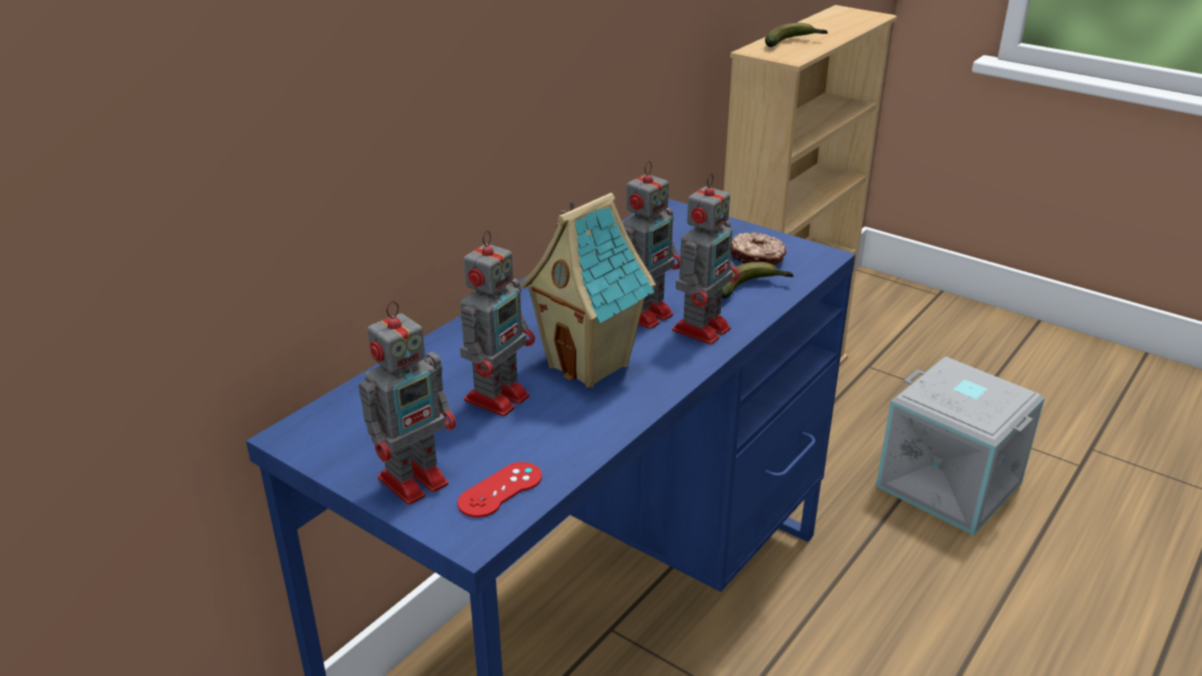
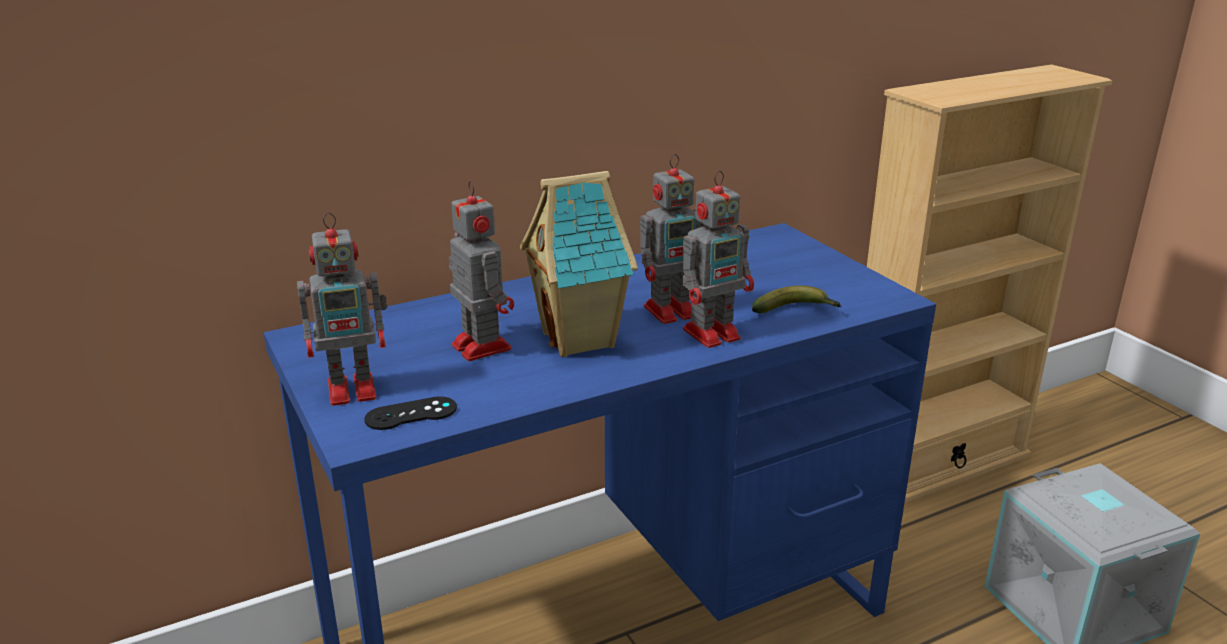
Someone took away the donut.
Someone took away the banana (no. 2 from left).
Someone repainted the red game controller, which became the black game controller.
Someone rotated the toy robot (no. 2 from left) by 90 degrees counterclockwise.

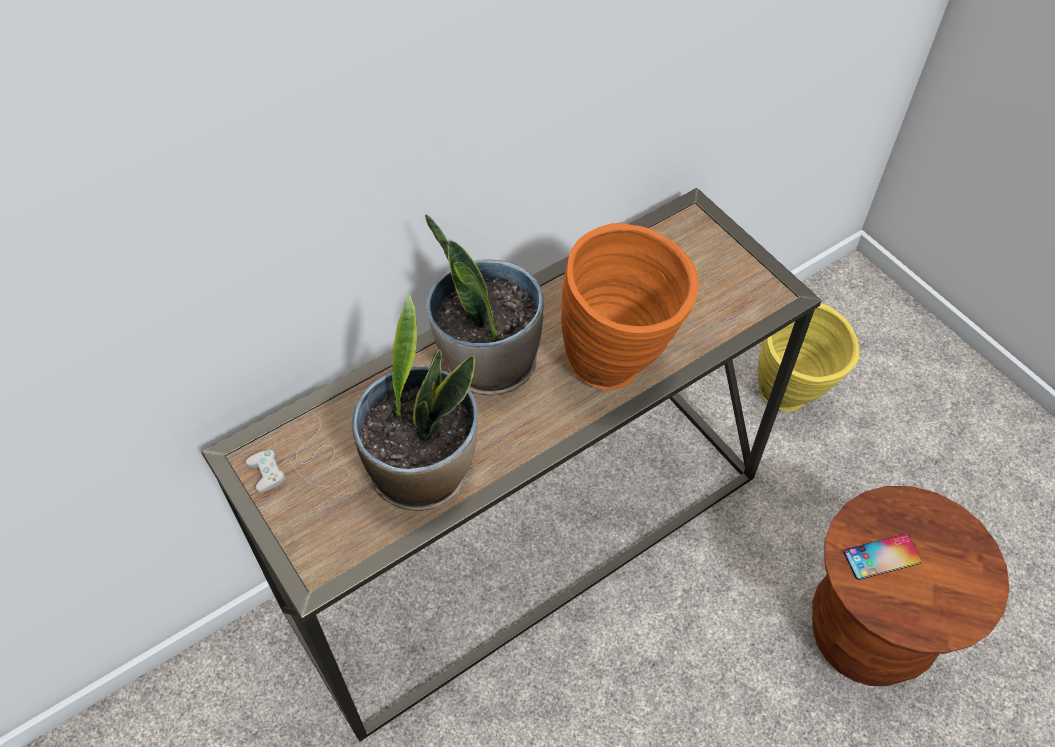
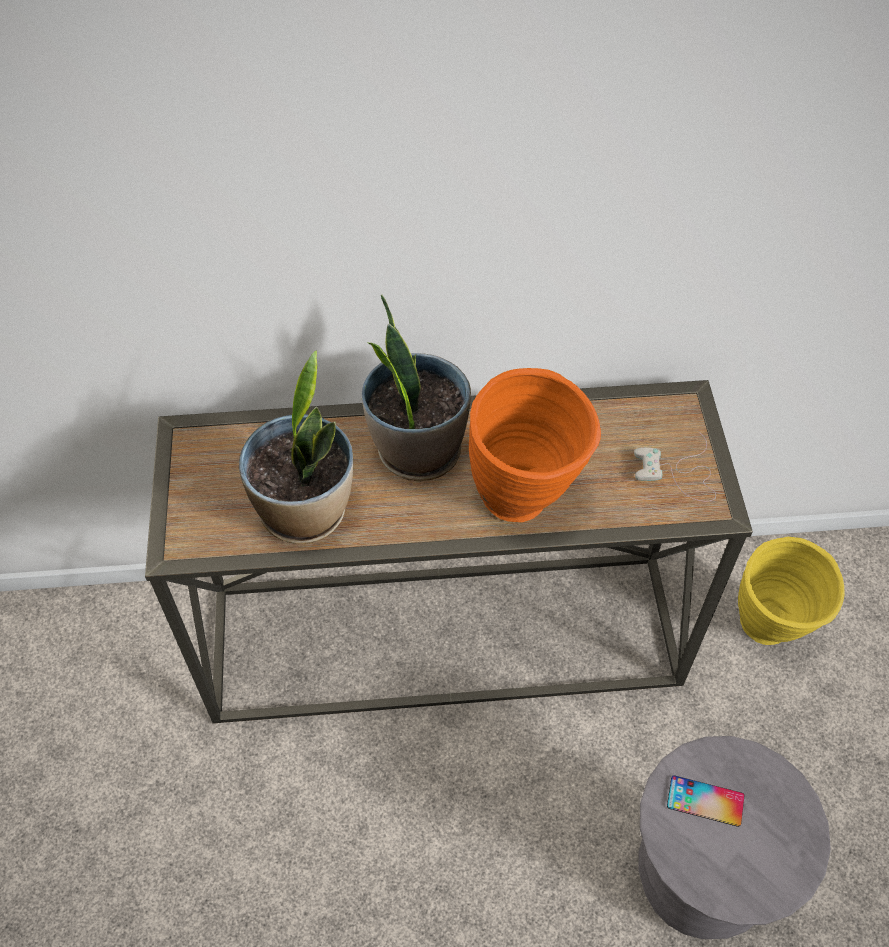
Someone carried the white game controller.
Someone repainted the brown stool, which became the grey stool.

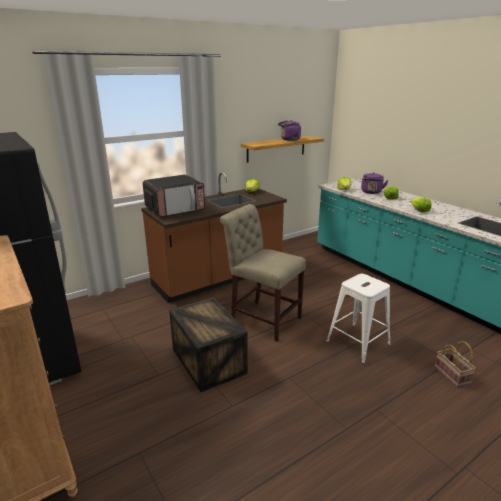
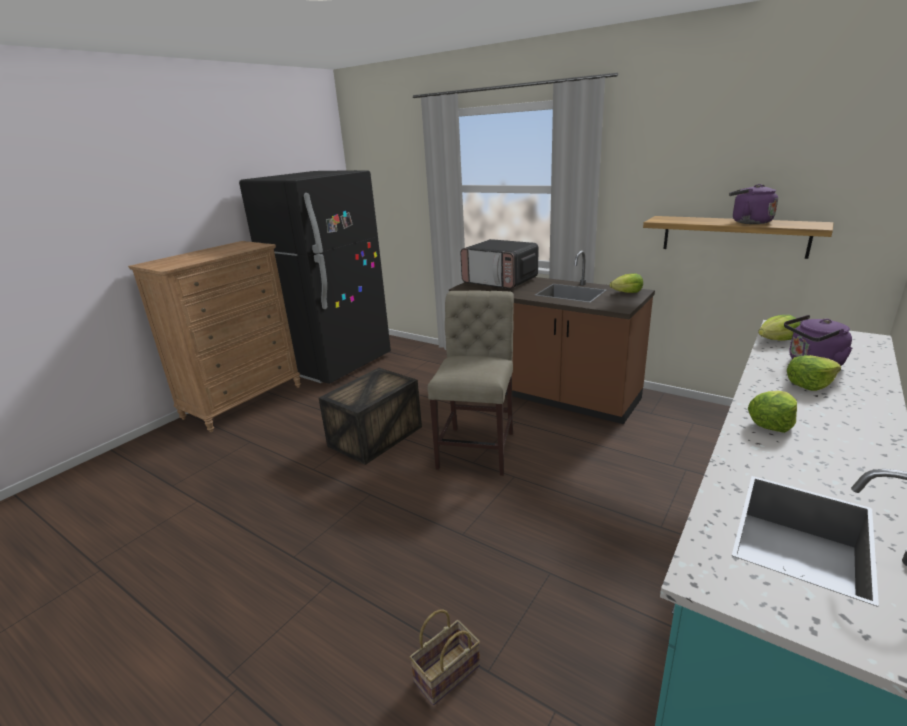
Someone took away the white stool.

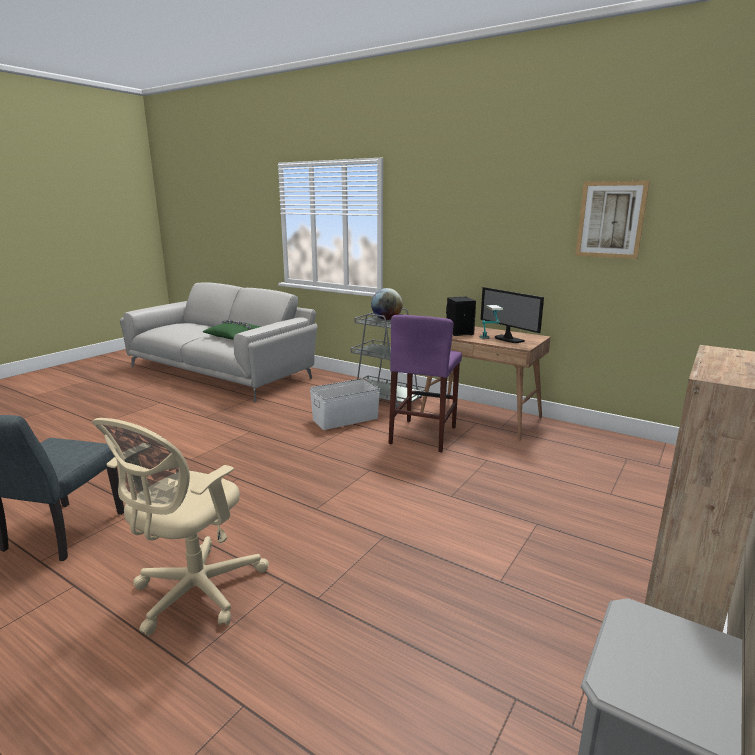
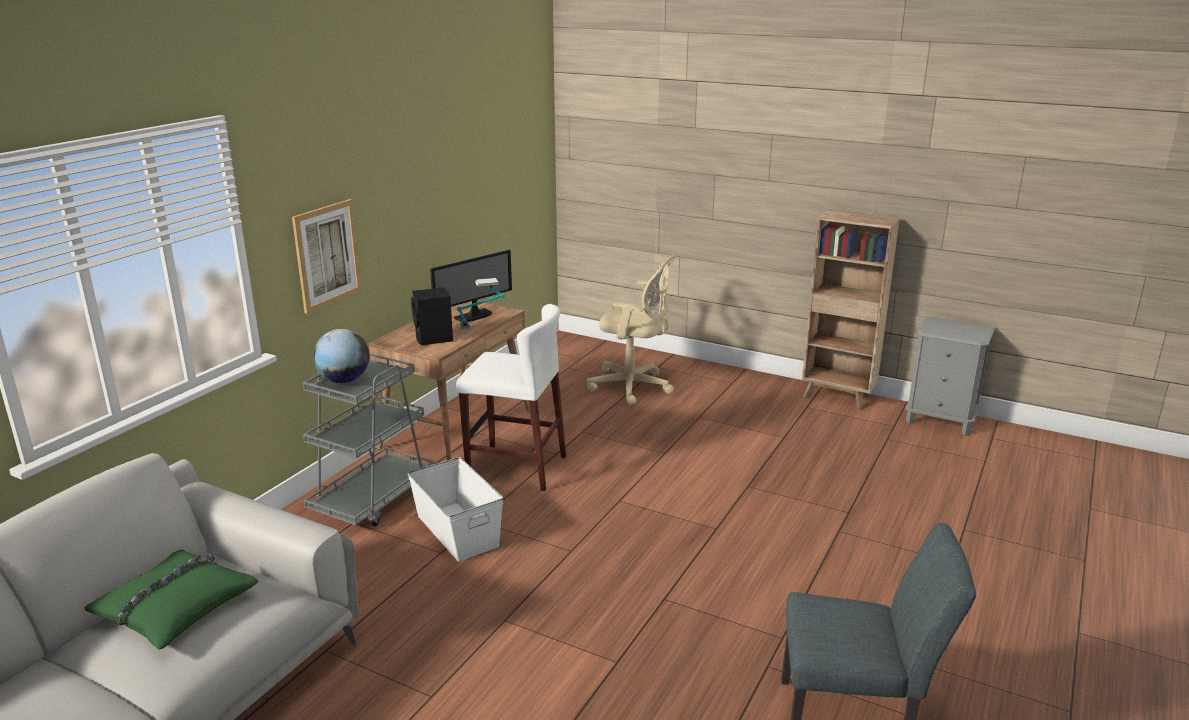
Someone carried the beige office chair.
Someone carried the picture.
Someone repainted the purple stool, which became the white stool.

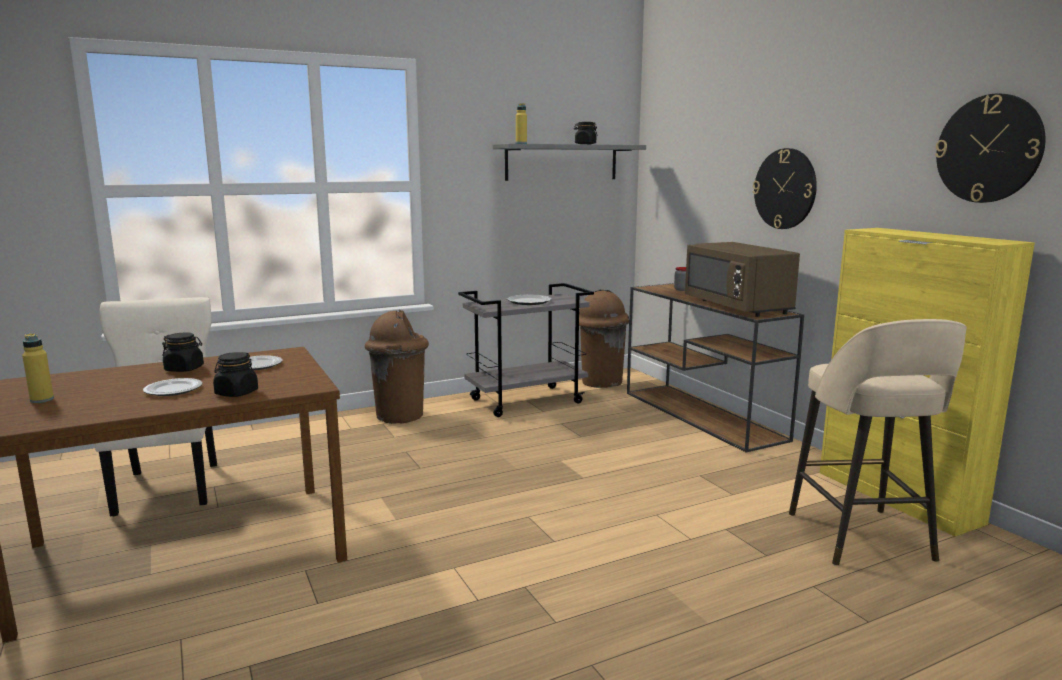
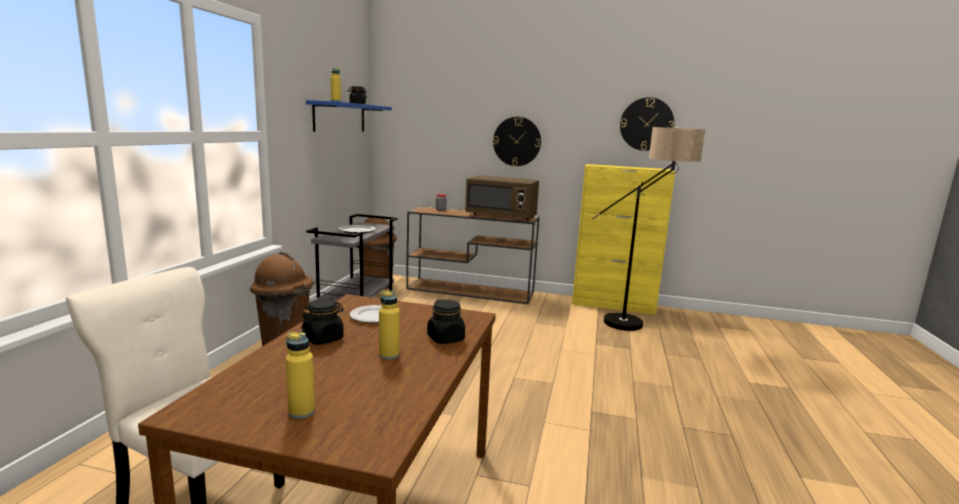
Someone swapped the plate (no. 1 from left) for the yellow bottle (no. 3 from left).
Someone swapped the beige stool for the floor lamp.
Someone repainted the grey shelf, which became the blue shelf.

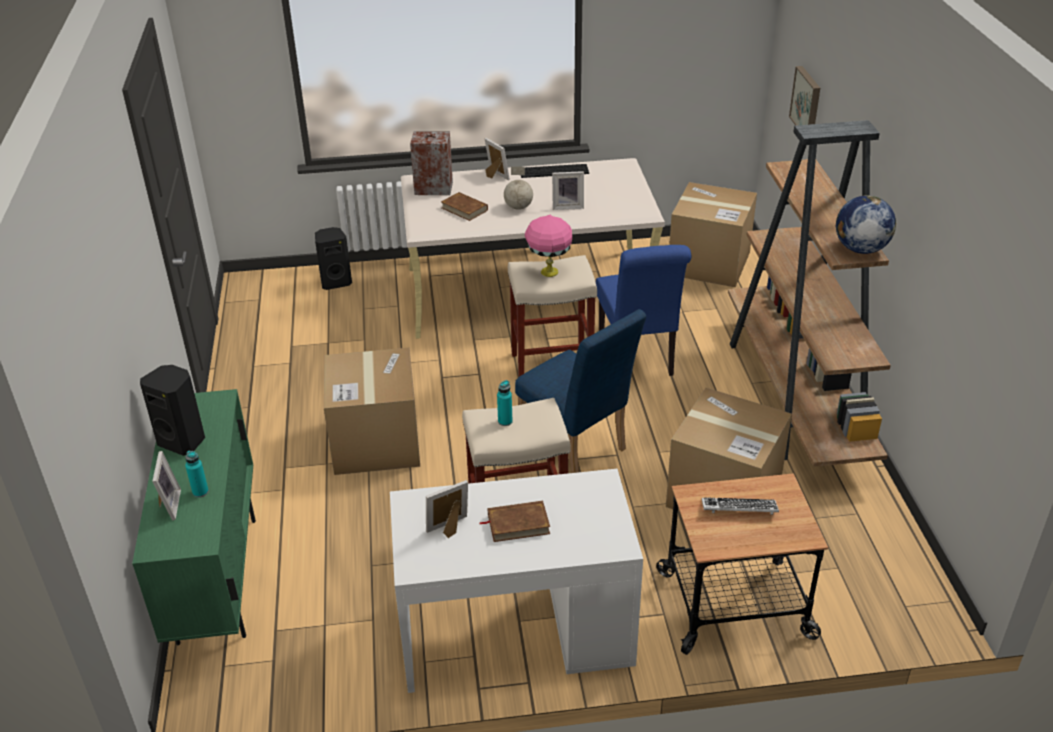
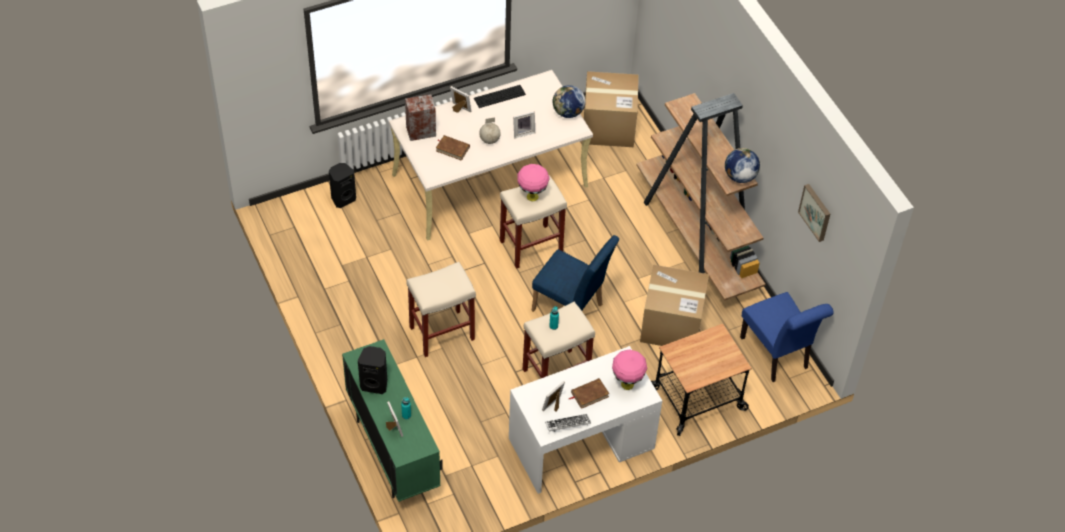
Someone put down the globe (no. 2 from left).
Someone put down the pink table lamp (no. 2 from left).
Someone carried the blue chair (no. 2 from left).
Someone carried the keyboard (no. 2 from left).
Someone carried the picture.
Someone swapped the cardboard box (no. 1 from left) for the beige stool (no. 1 from left).

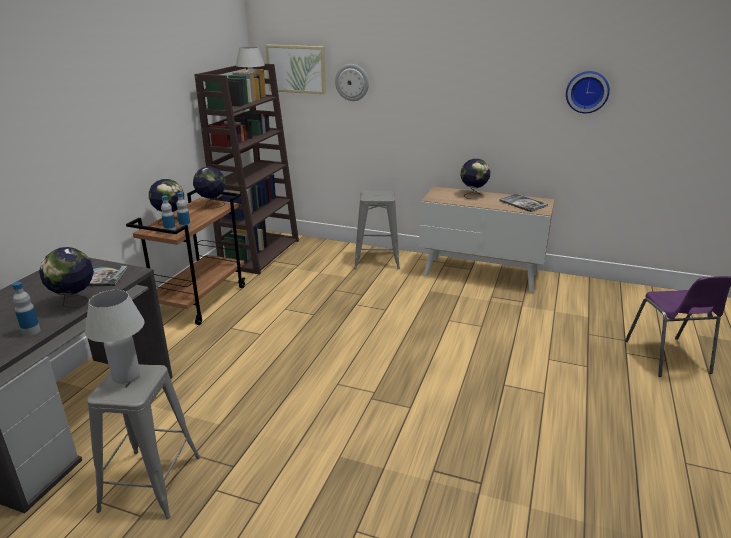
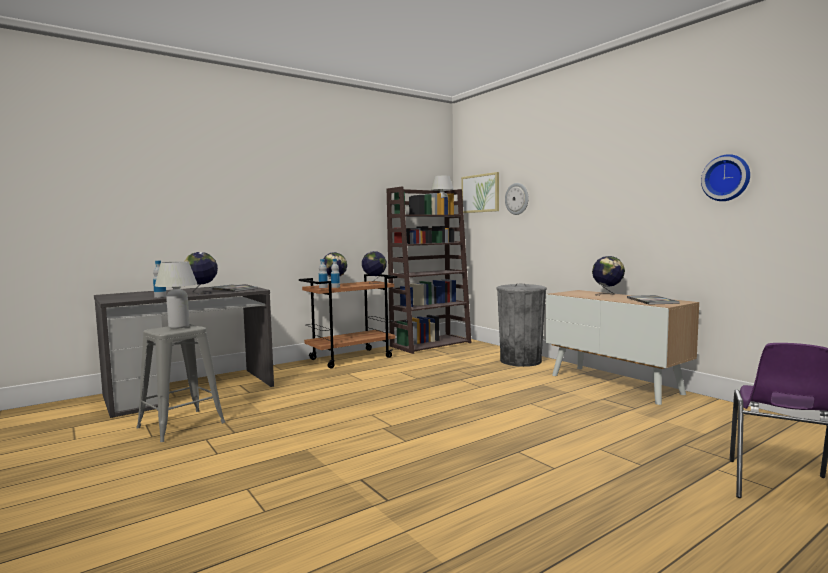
Someone swapped the grey stool (no. 2 from left) for the grey trash can.

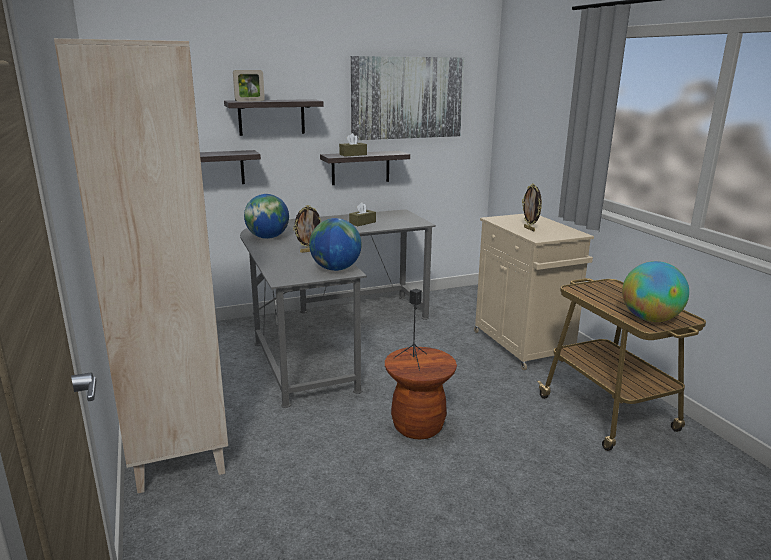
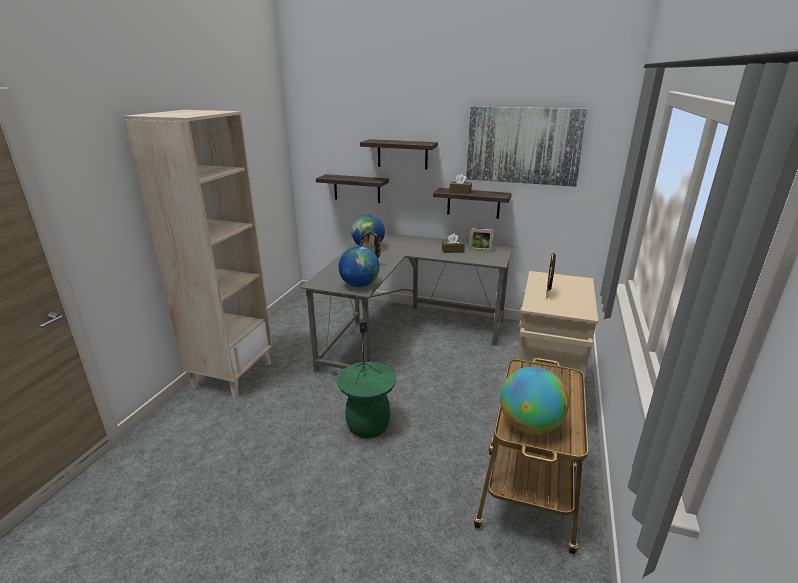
Someone carried the picture frame (no. 1 from left in the first image).
Someone repainted the brown stool, which became the green stool.

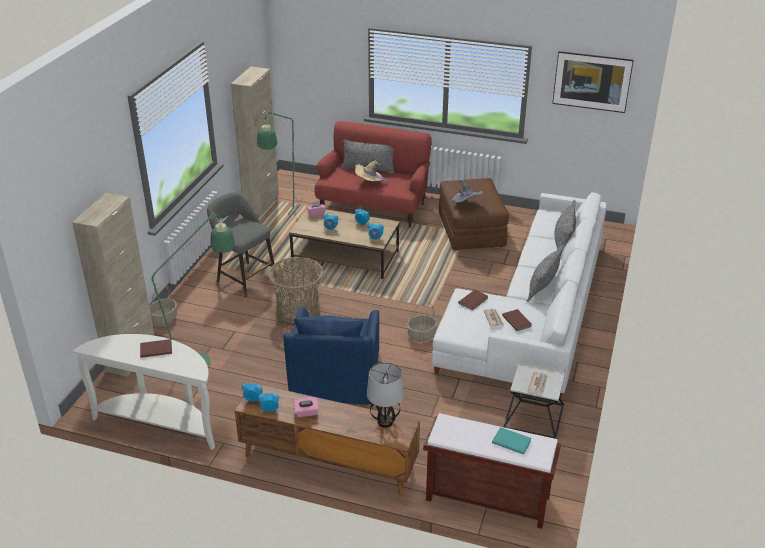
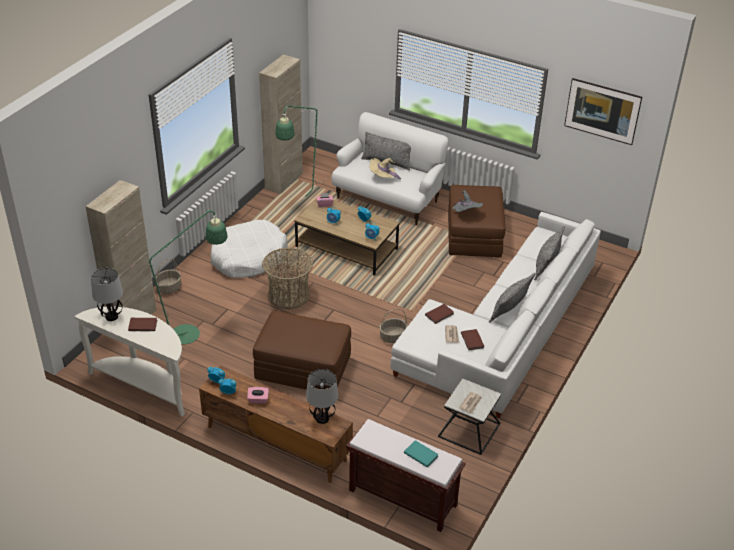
Someone put down the table lamp (no. 1 from left).
Someone swapped the grey stool for the white dog bed.
Someone swapped the blue armchair for the brown ottoman (no. 1 from left).
Someone repainted the red sofa, which became the white sofa (no. 1 from left).

